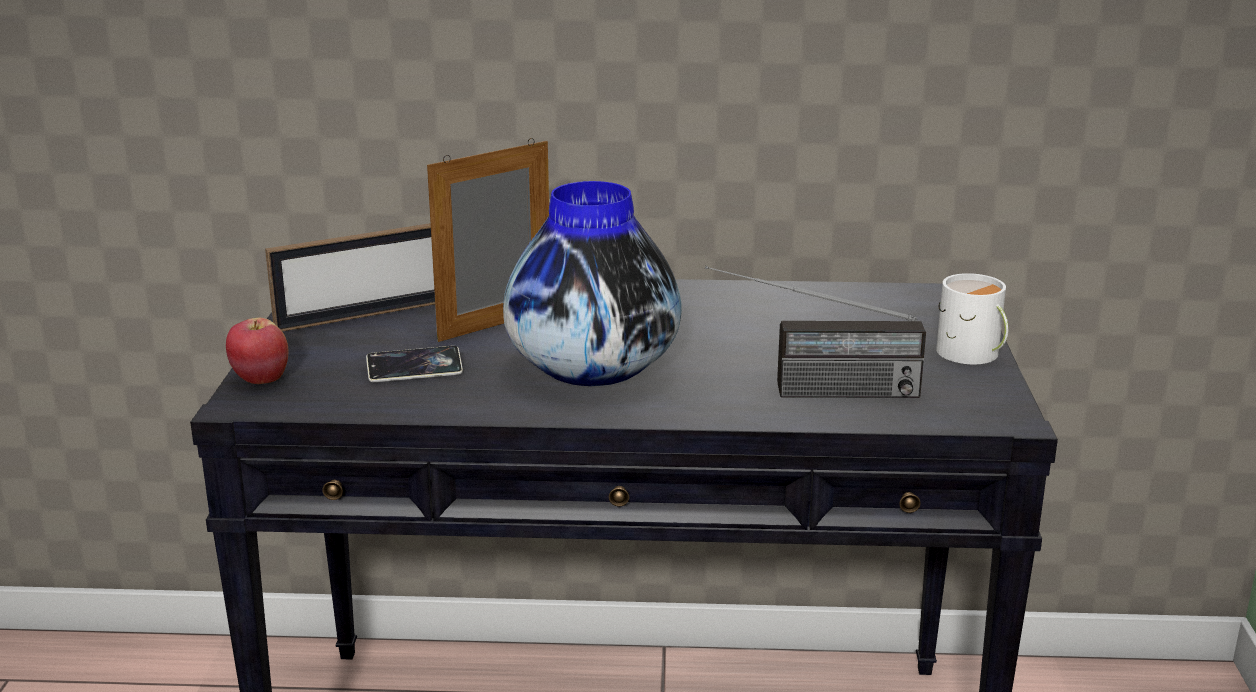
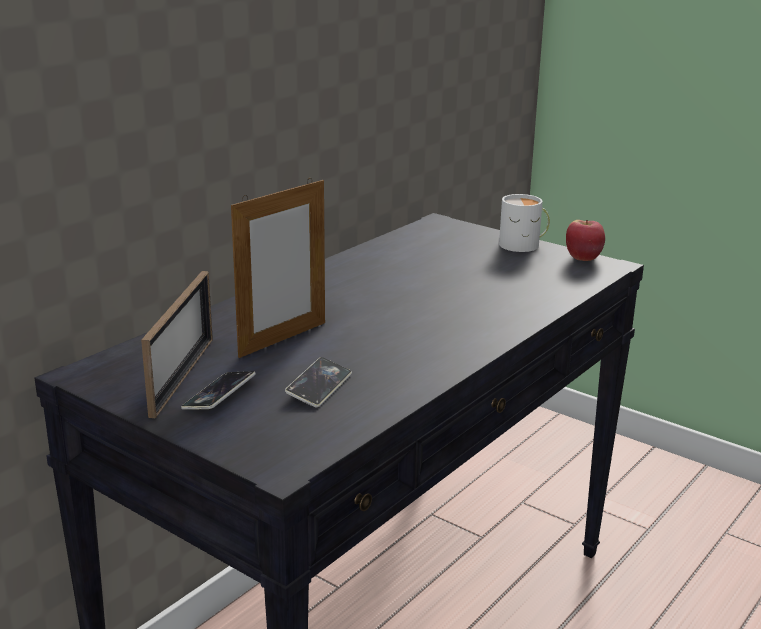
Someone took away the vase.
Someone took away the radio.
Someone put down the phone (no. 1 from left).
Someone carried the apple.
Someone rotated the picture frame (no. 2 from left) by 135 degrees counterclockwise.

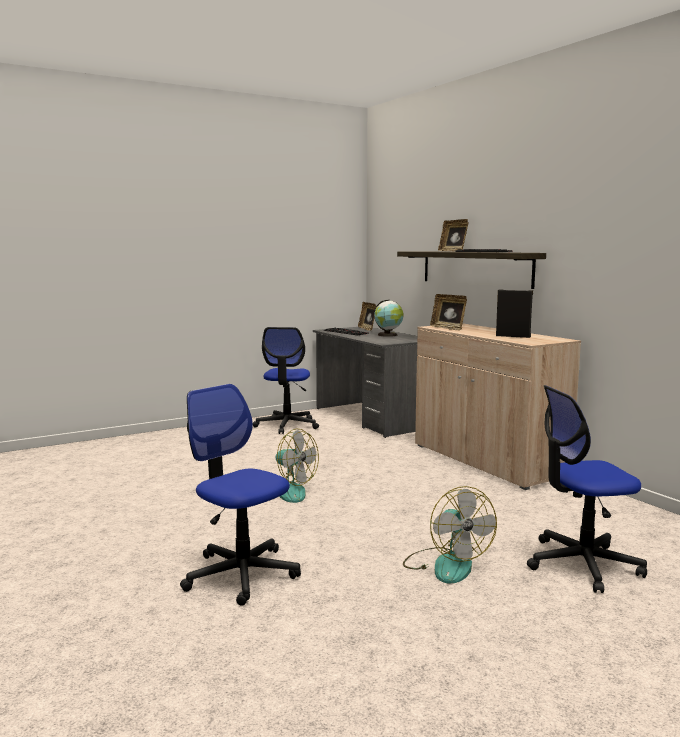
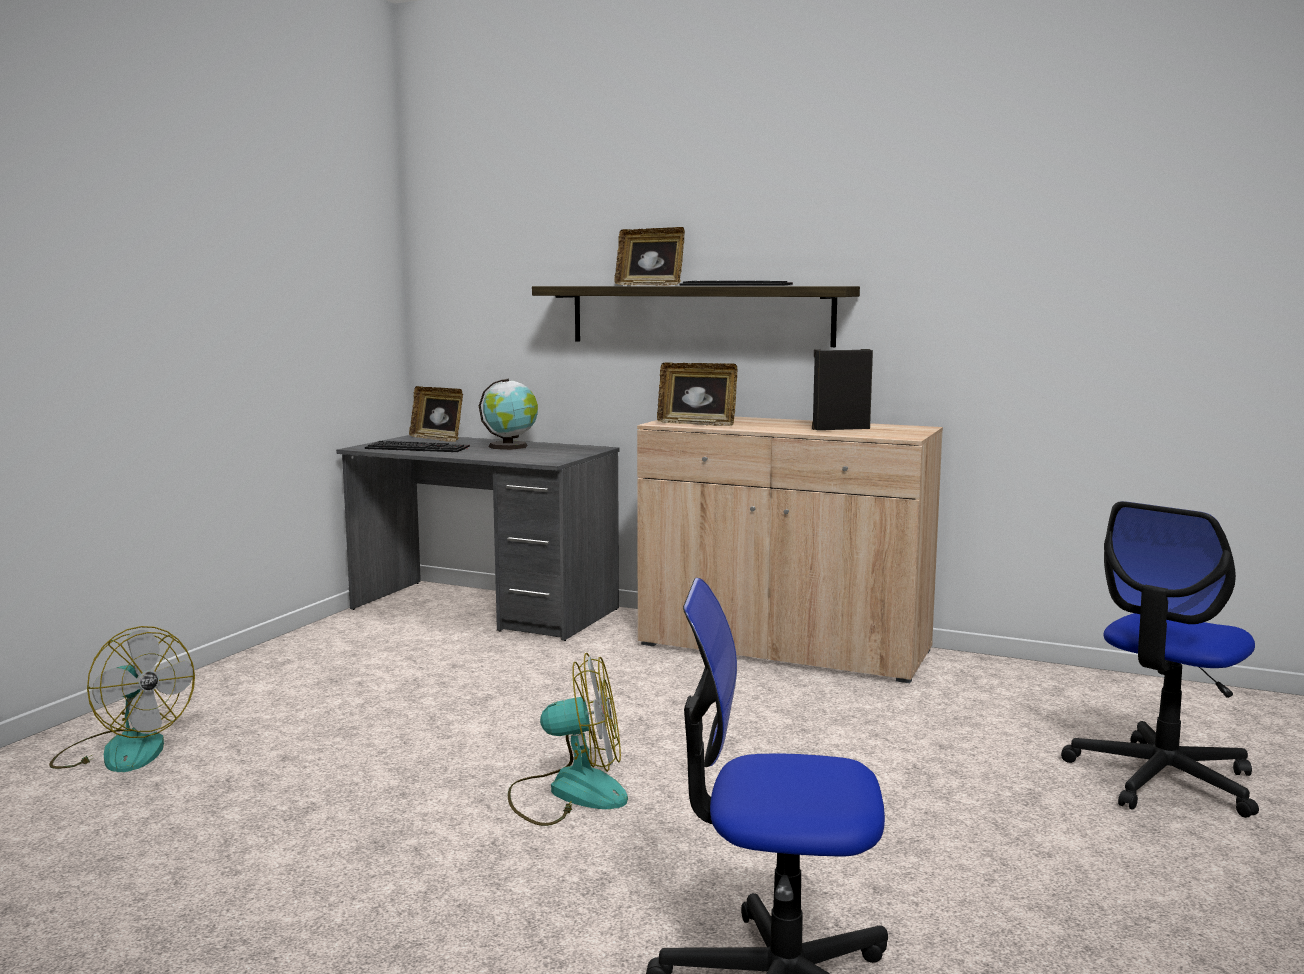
Someone took away the office chair (no. 2 from left).
Someone carried the fan (no. 2 from left in the first image).

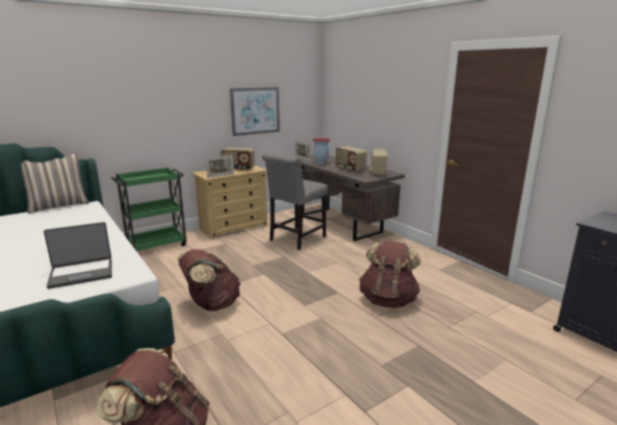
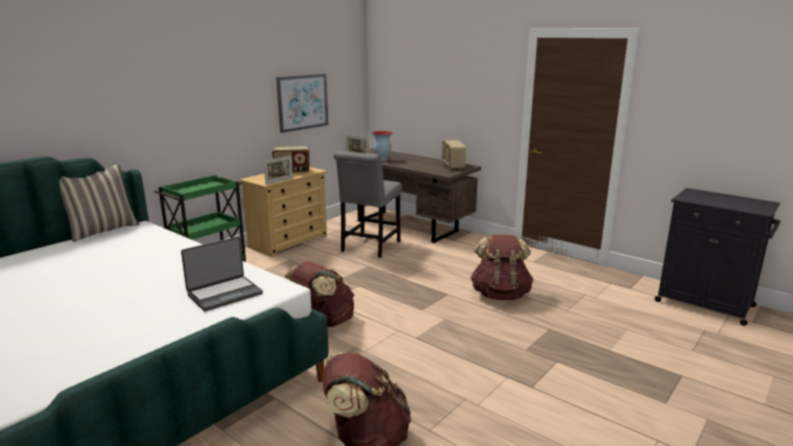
Someone took away the radio (no. 2 from left).

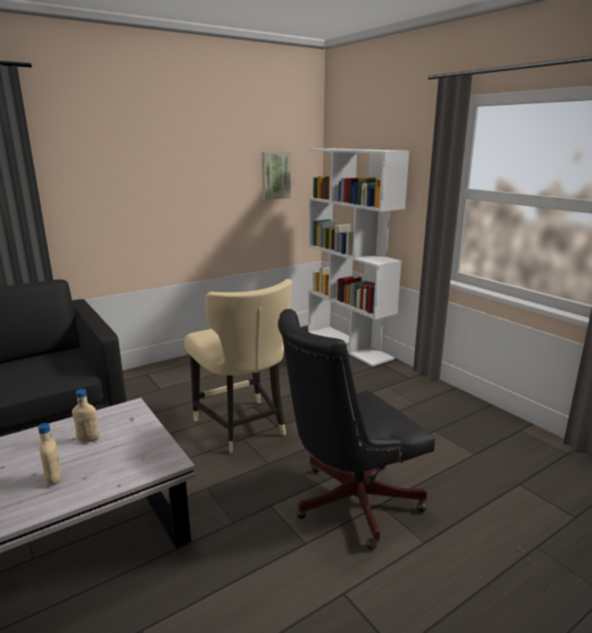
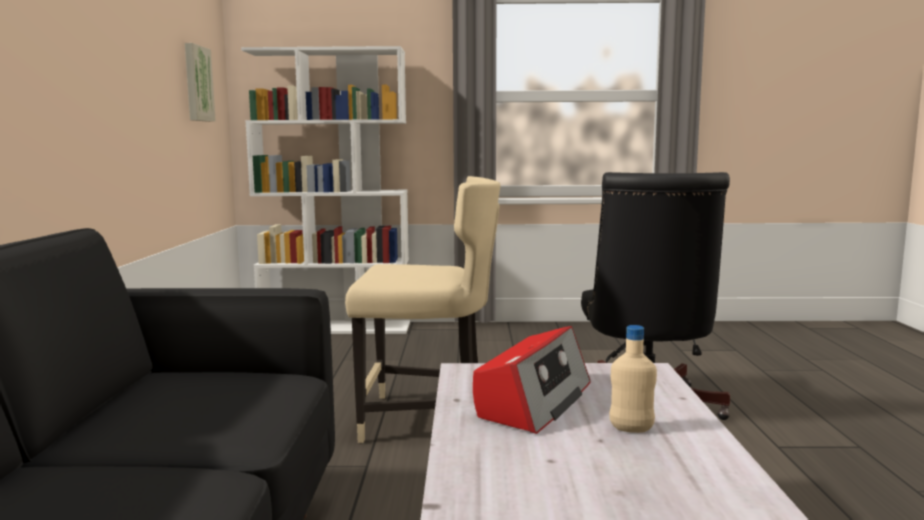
Someone swapped the beige bottle (no. 2 from left) for the radio.

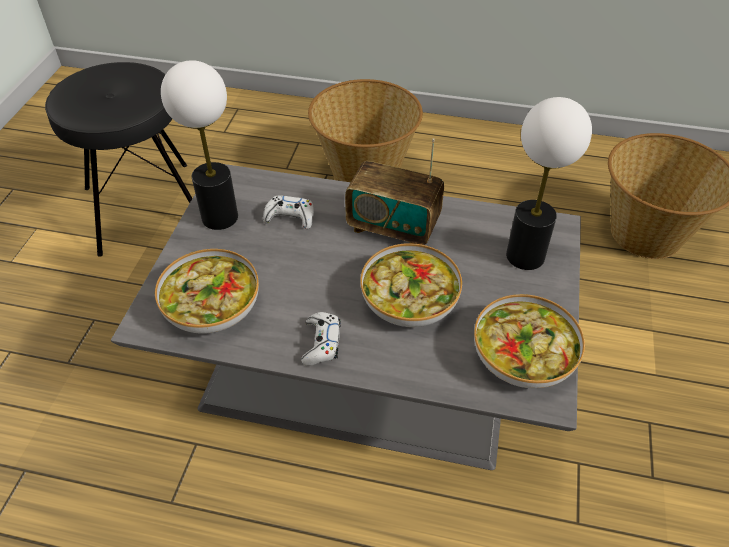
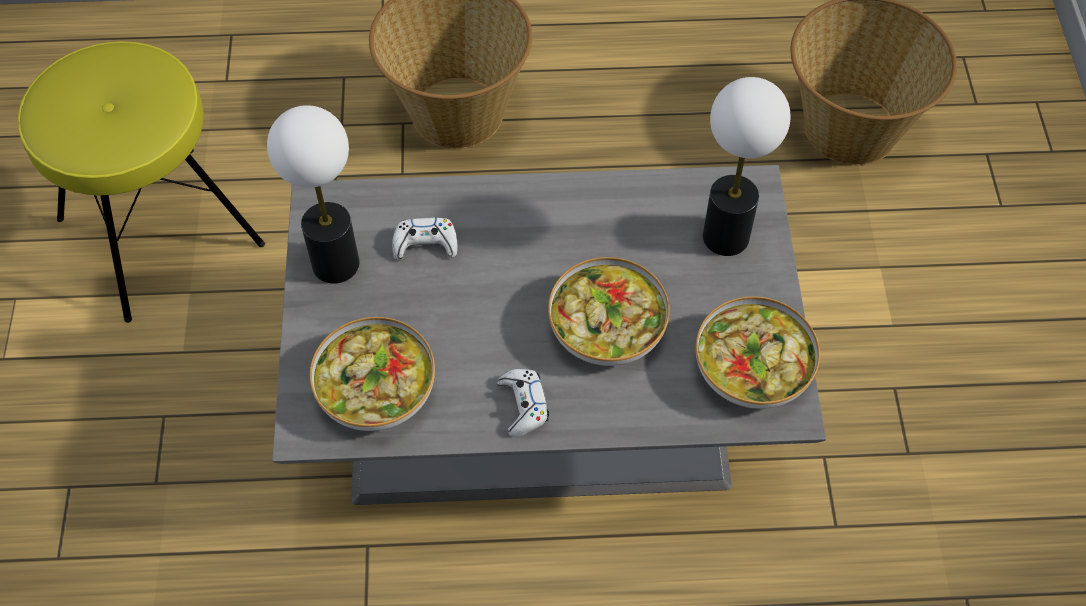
Someone took away the radio.
Someone repainted the black stool, which became the yellow stool.

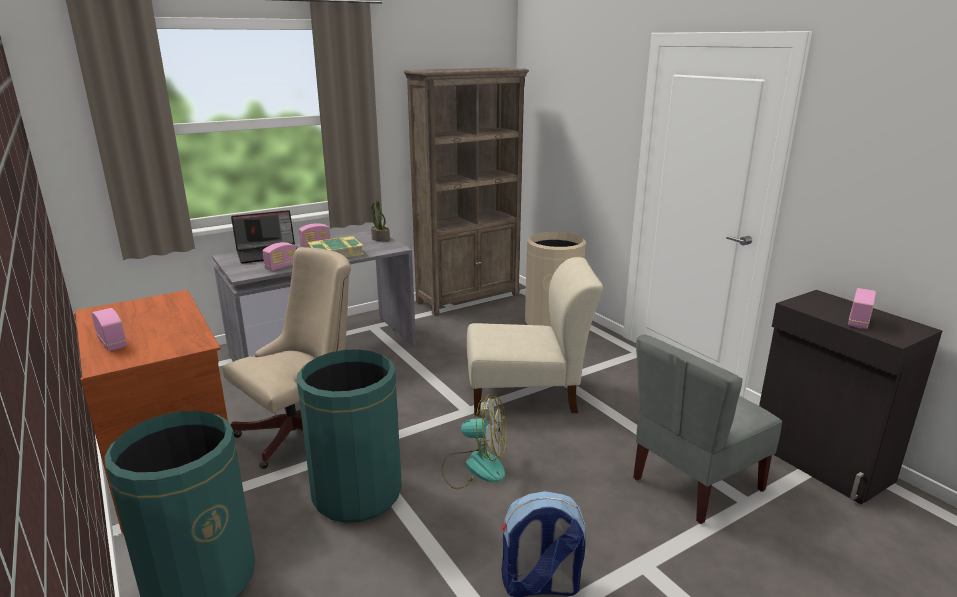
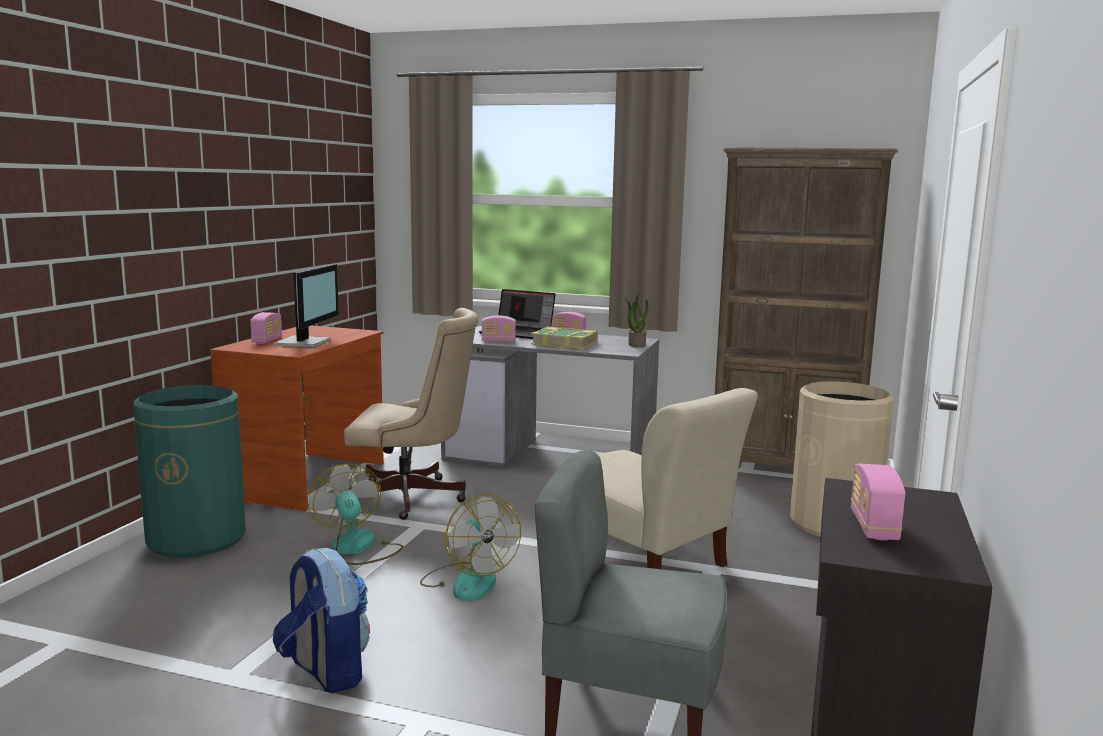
Someone put down the monitor.
Someone swapped the green trash can (no. 2 from left) for the fan (no. 1 from left).
Someone rotated the radio (no. 4 from left) by 105 degrees clockwise.

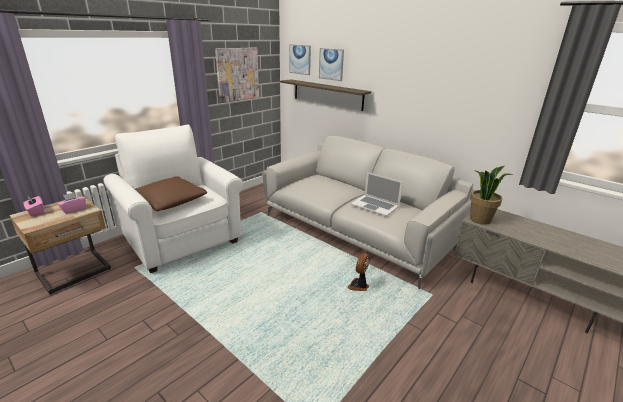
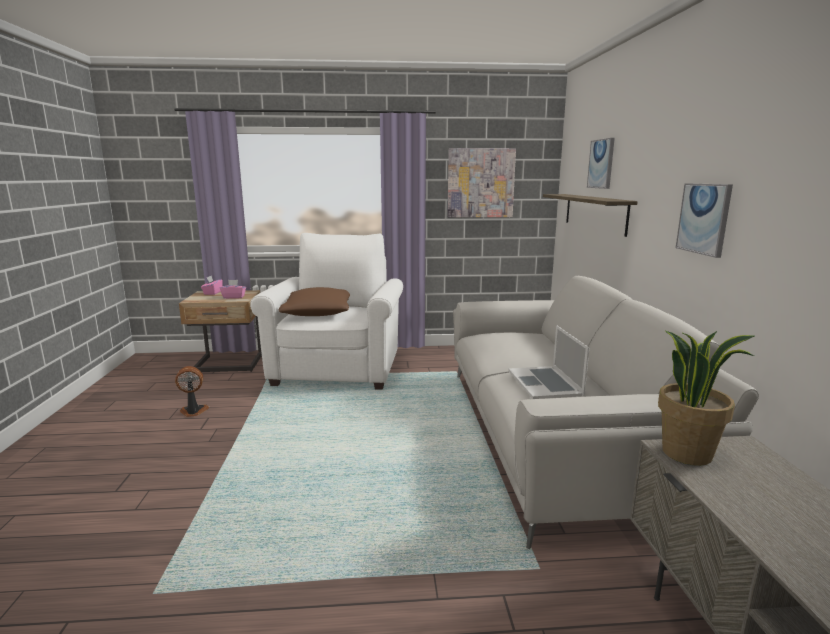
Someone carried the picture (no. 2 from left in the first image).
Someone carried the fan.

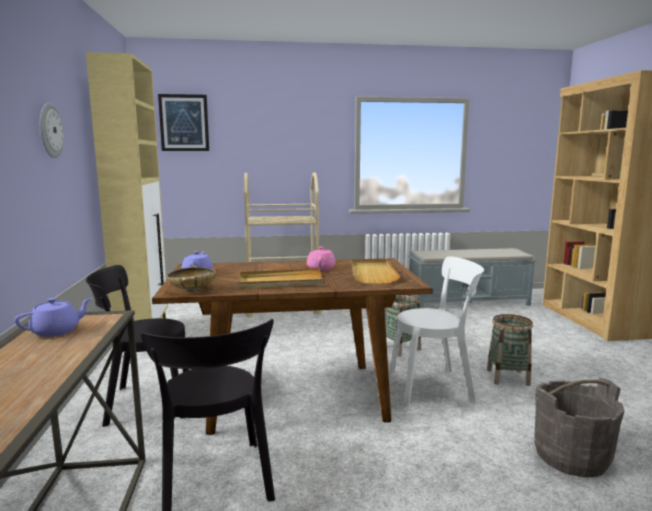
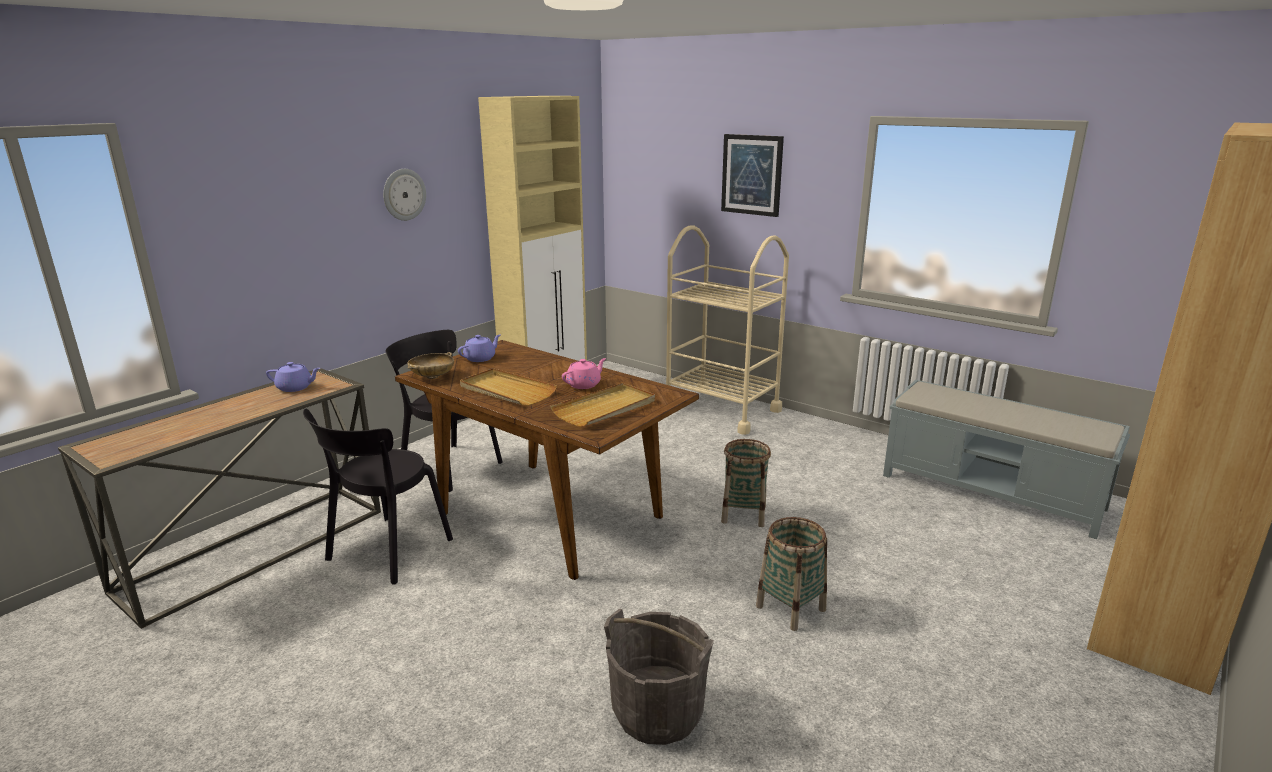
Someone took away the white chair.
Someone carried the picture.

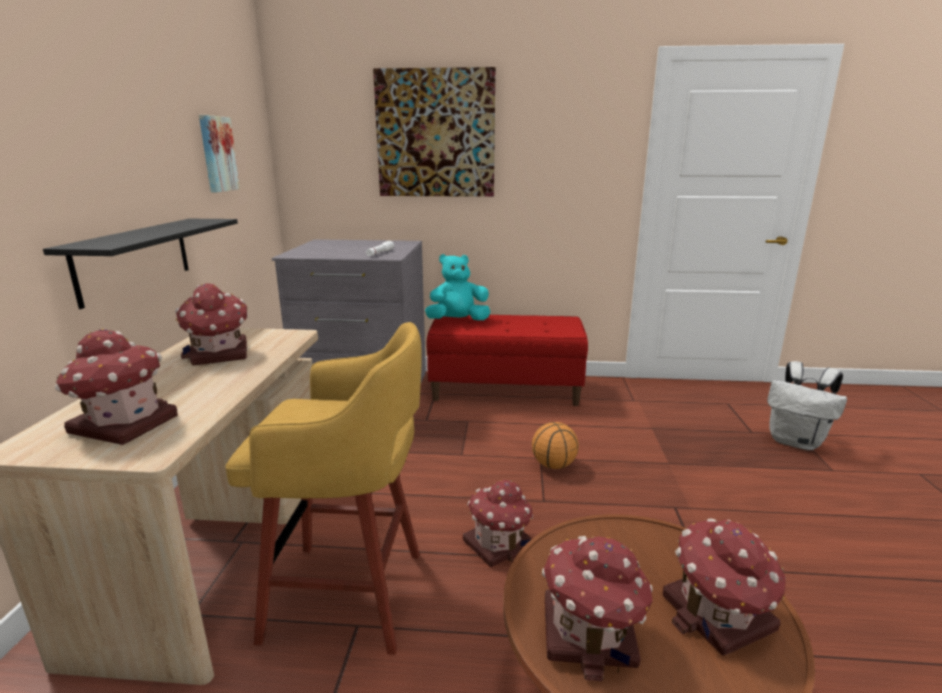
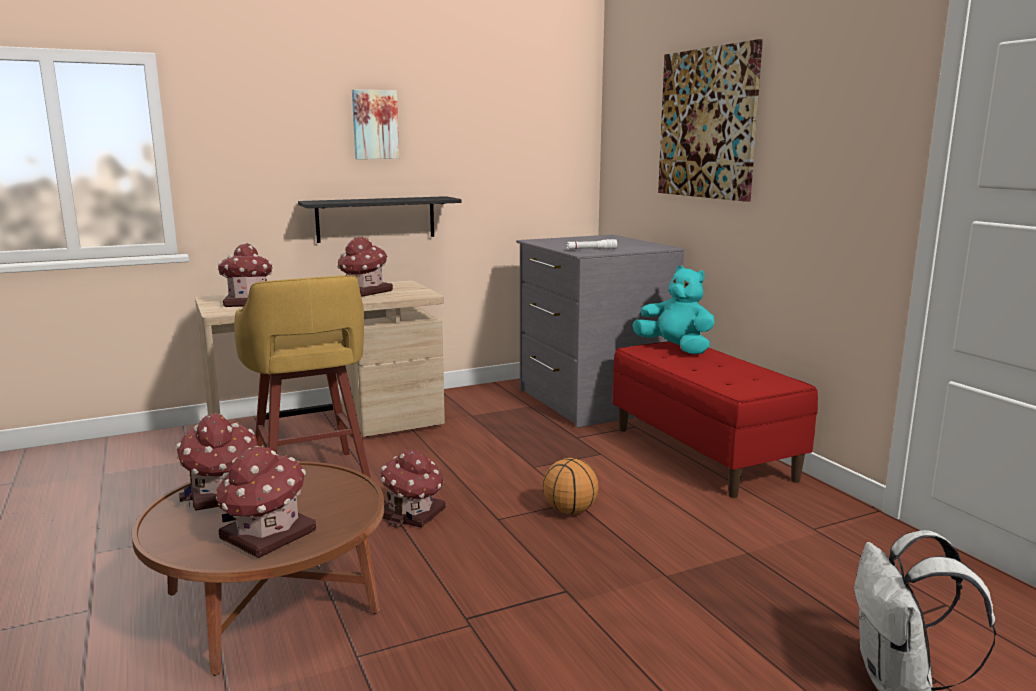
Someone carried the picture (no. 1 from left).

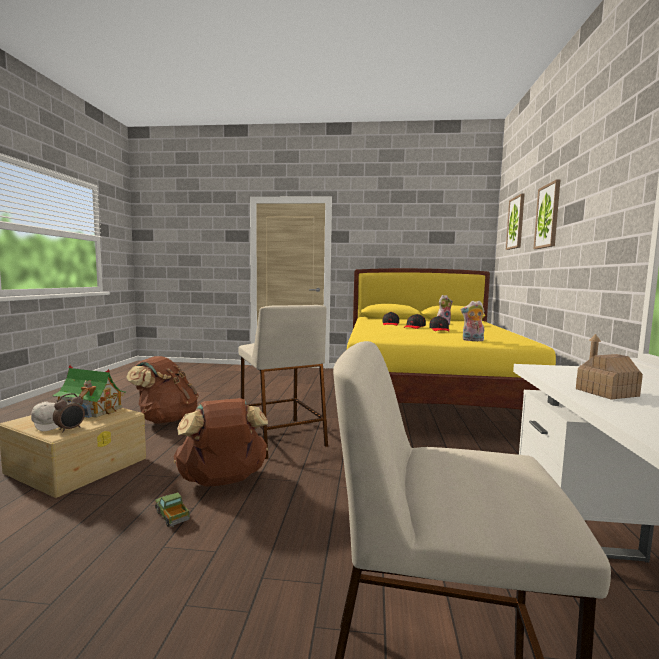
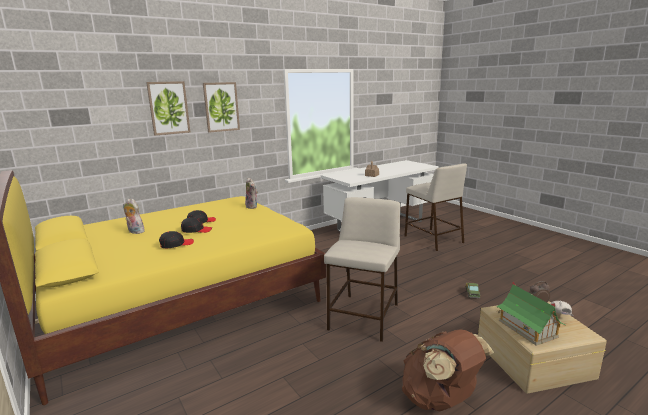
Someone took away the brown backpack (no. 2 from left).
Someone carried the picture (no. 1 from left in the first image).

